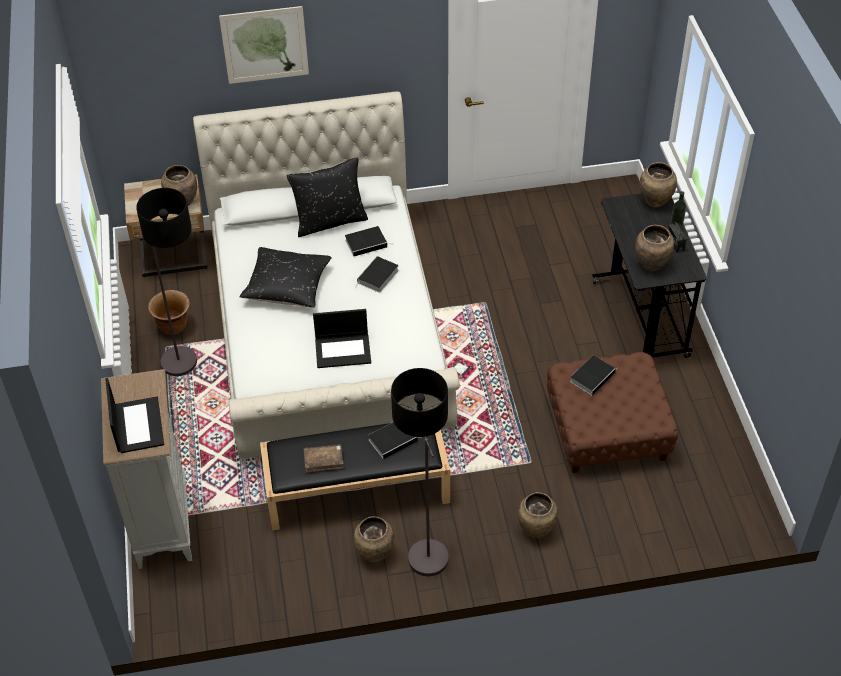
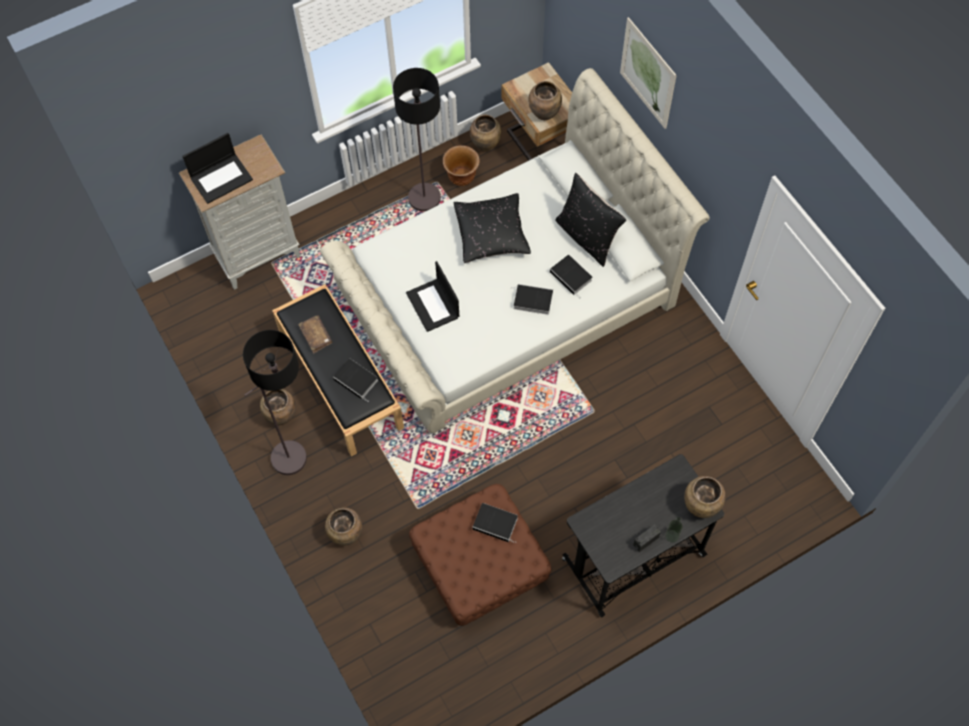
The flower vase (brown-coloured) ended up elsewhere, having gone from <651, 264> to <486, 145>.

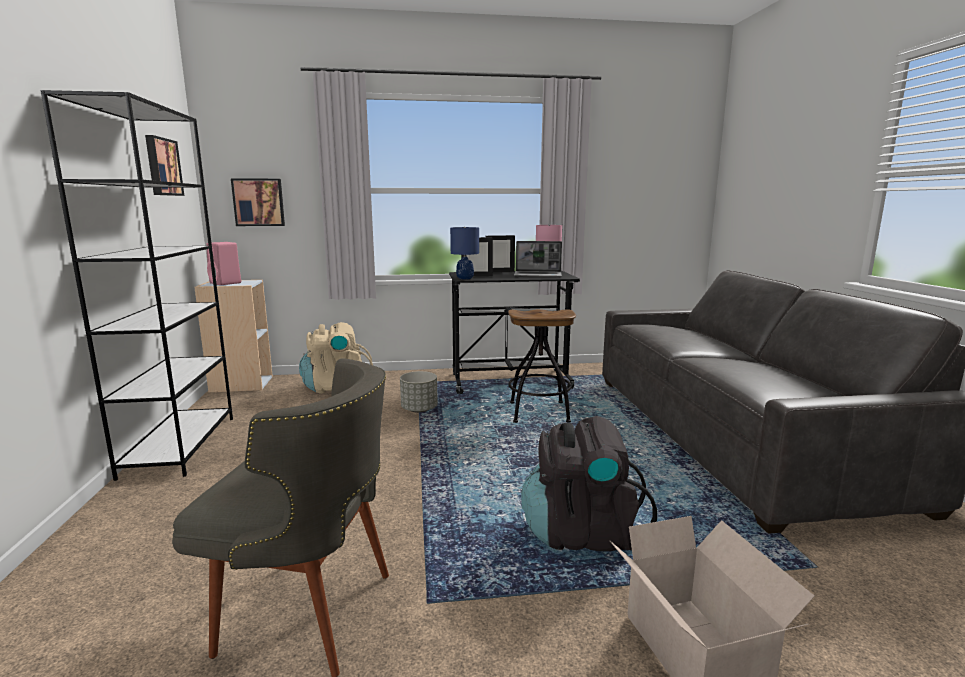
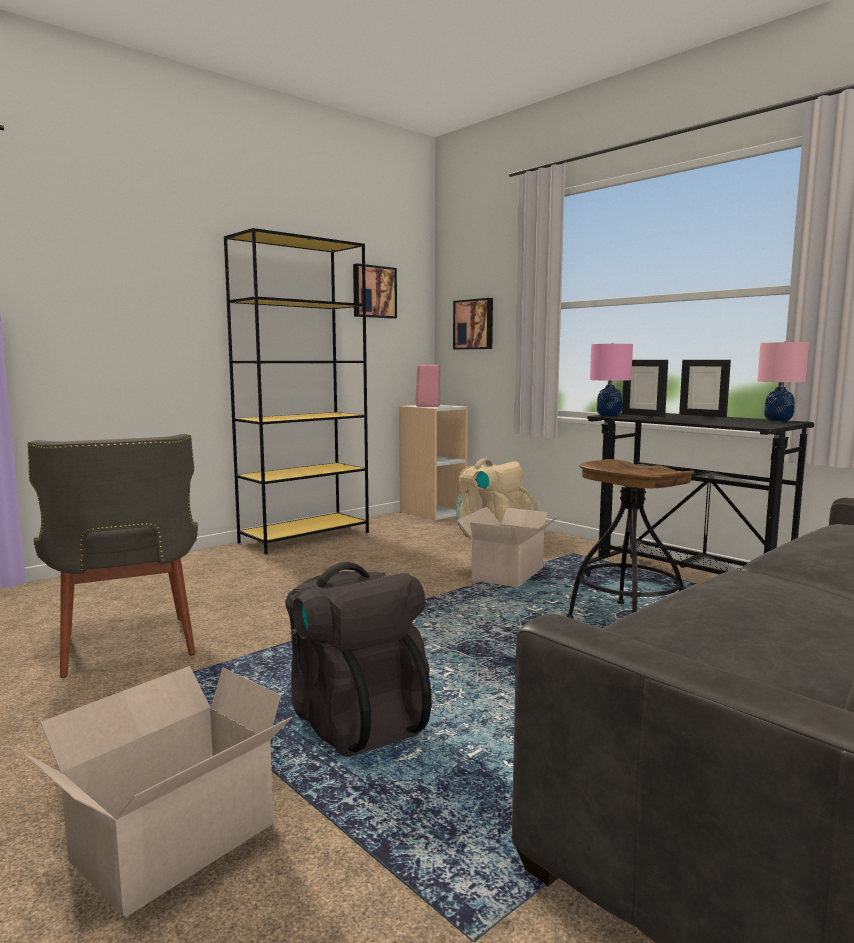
The second view lost the notebook computer at <538, 275>. Where the plant pot (gray) stood at <419, 409>, the cardboard box came to stand at <509, 574>. What was the bookcase (white) at <180, 445> turned into the bookcase (yellow) at <305, 537>. What was the lamp for a table (blue-coloured) at <465, 279> turned into the lamp for a table (pink) at <608, 416>.

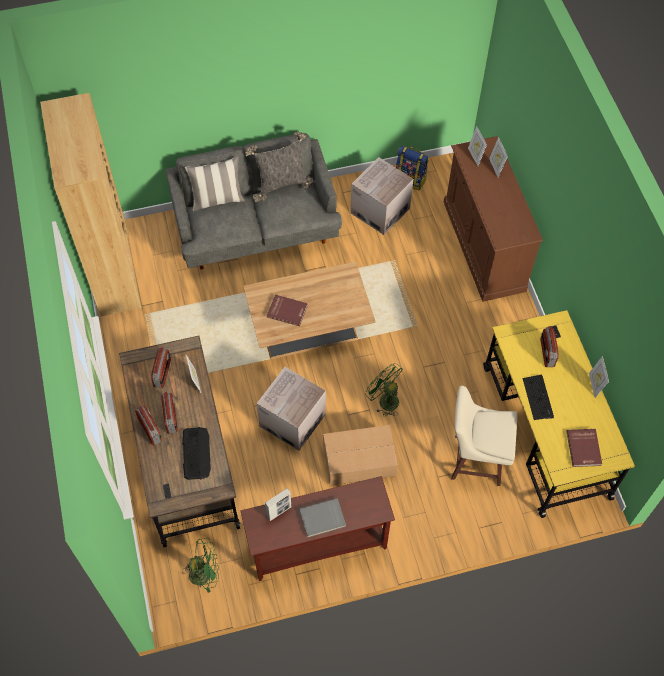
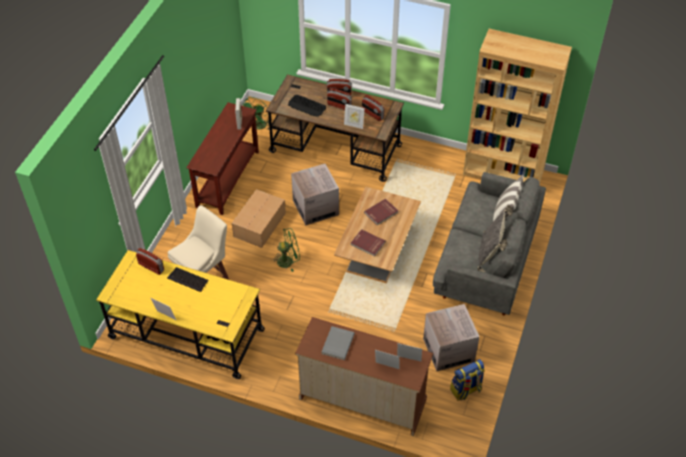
The bound book (gray) ended up elsewhere, having gone from <322, 519> to <337, 343>. The radio set ended up elsewhere, having gone from <546, 353> to <151, 267>. The bound book (red-coloured) ended up elsewhere, having gone from <584, 448> to <367, 244>.

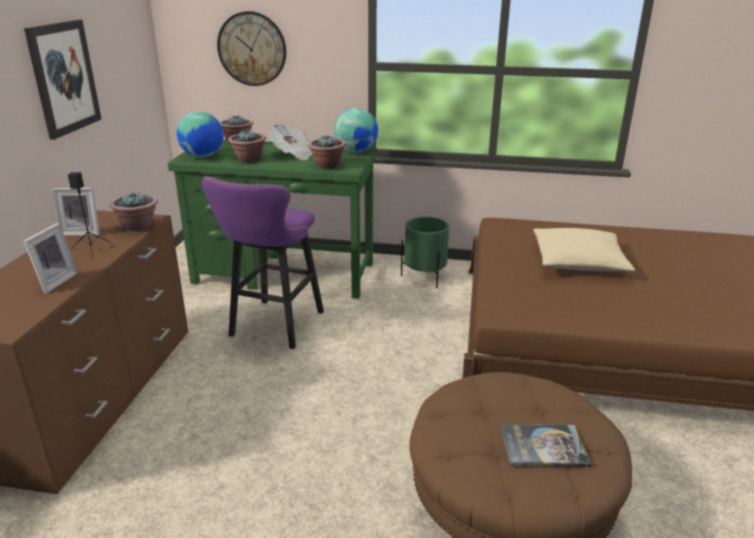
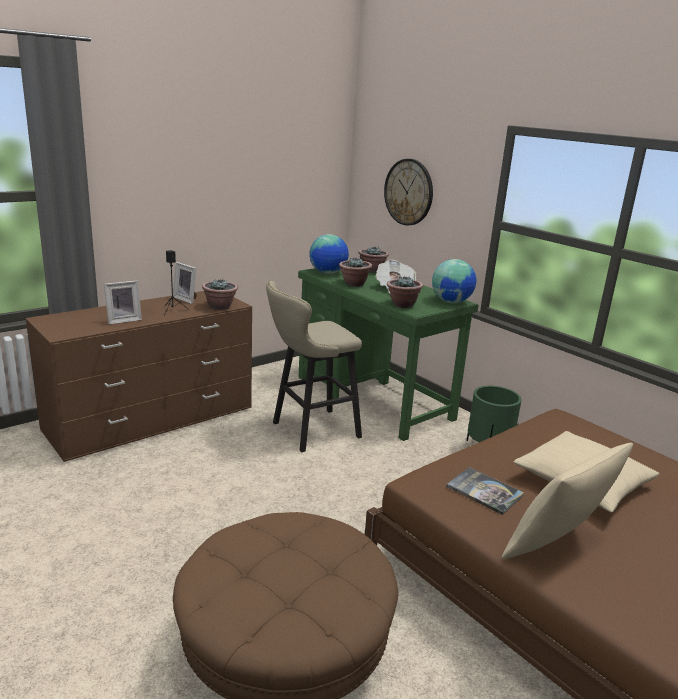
The second view lost the wall art at <64, 78>. The second view gained the pillow (sand-coloured) at <556, 547>. The bound book ended up elsewhere, having gone from <543, 446> to <484, 491>. What was the stool (purple-coloured) at <272, 329> turned into the stool (sand-coloured) at <307, 432>.

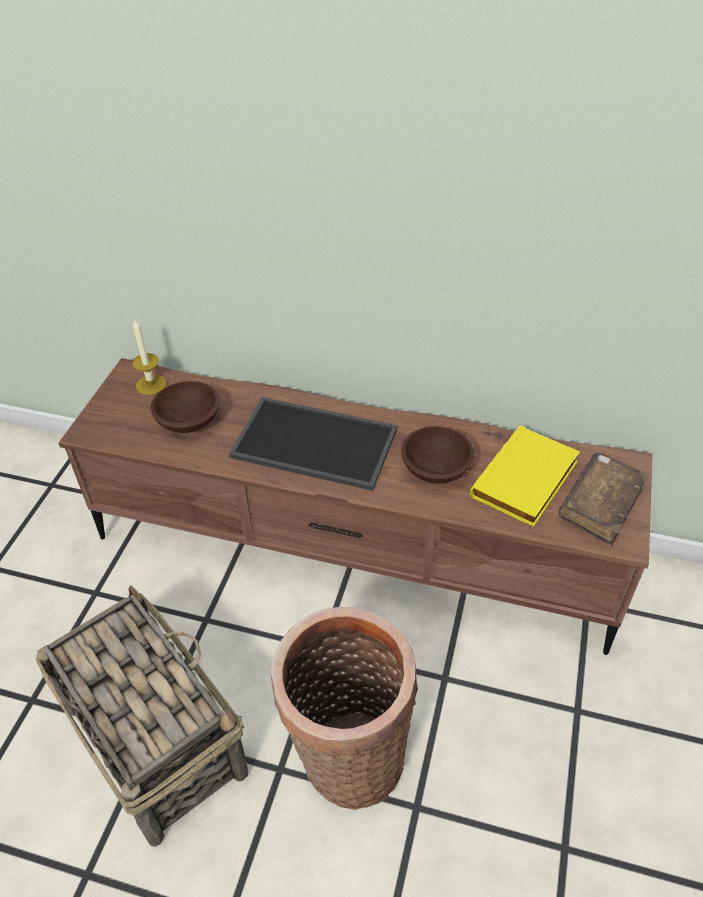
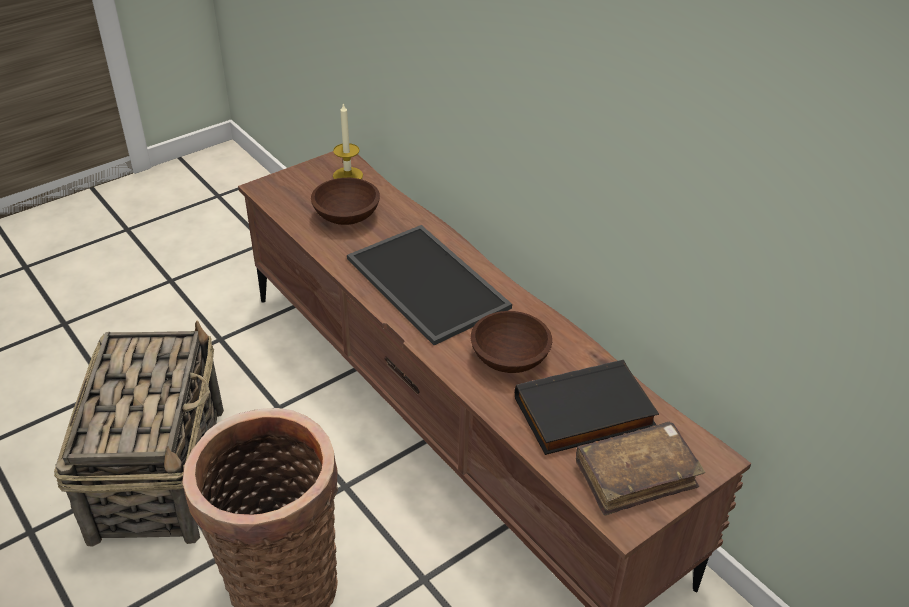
What was the bound book (yellow) at <526, 481> turned into the bound book (black) at <584, 414>.

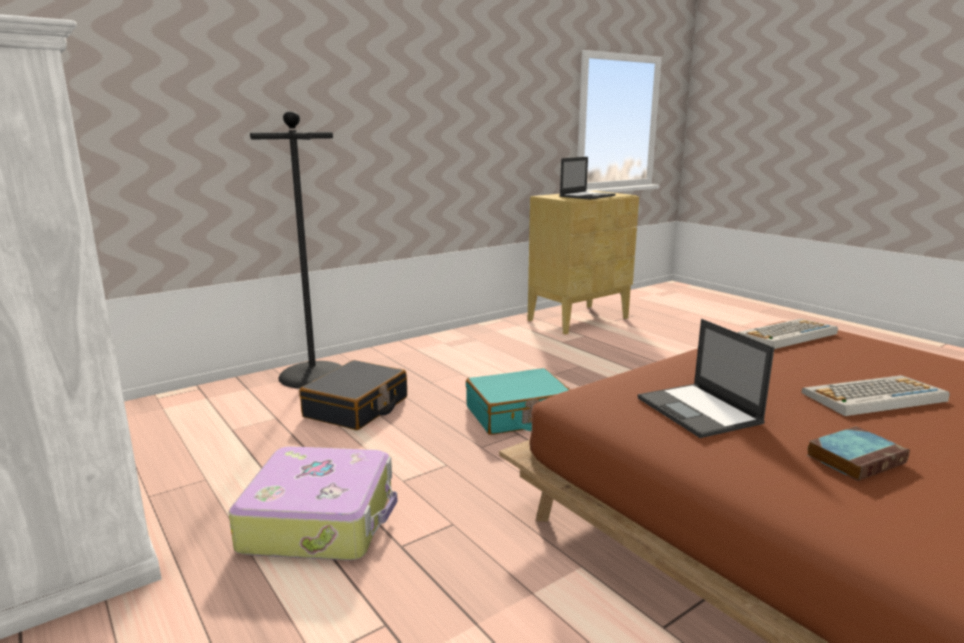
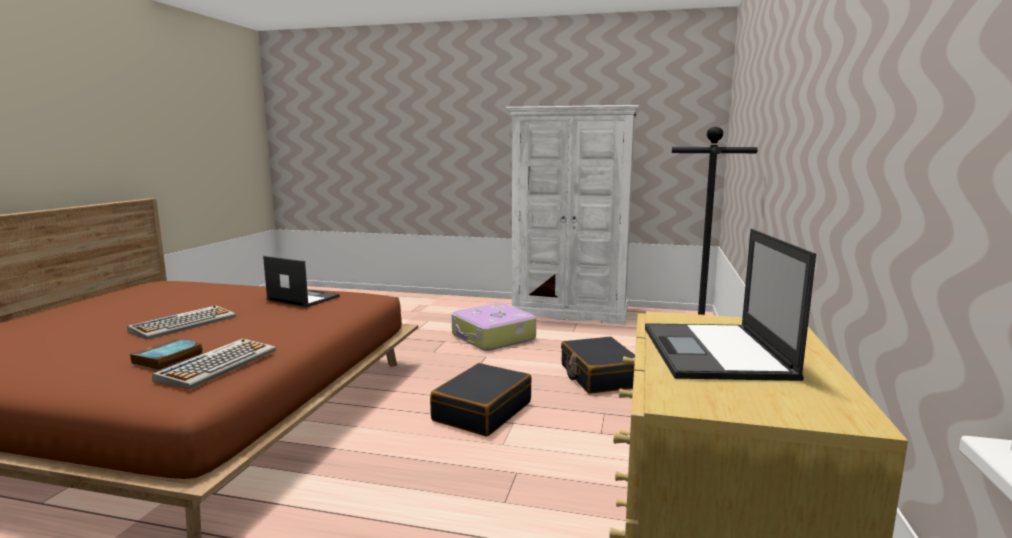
The bound book ended up elsewhere, having gone from <856, 458> to <167, 359>. What was the piece of luggage (blue-green) at <518, 415> turned into the piece of luggage (black) at <482, 411>.

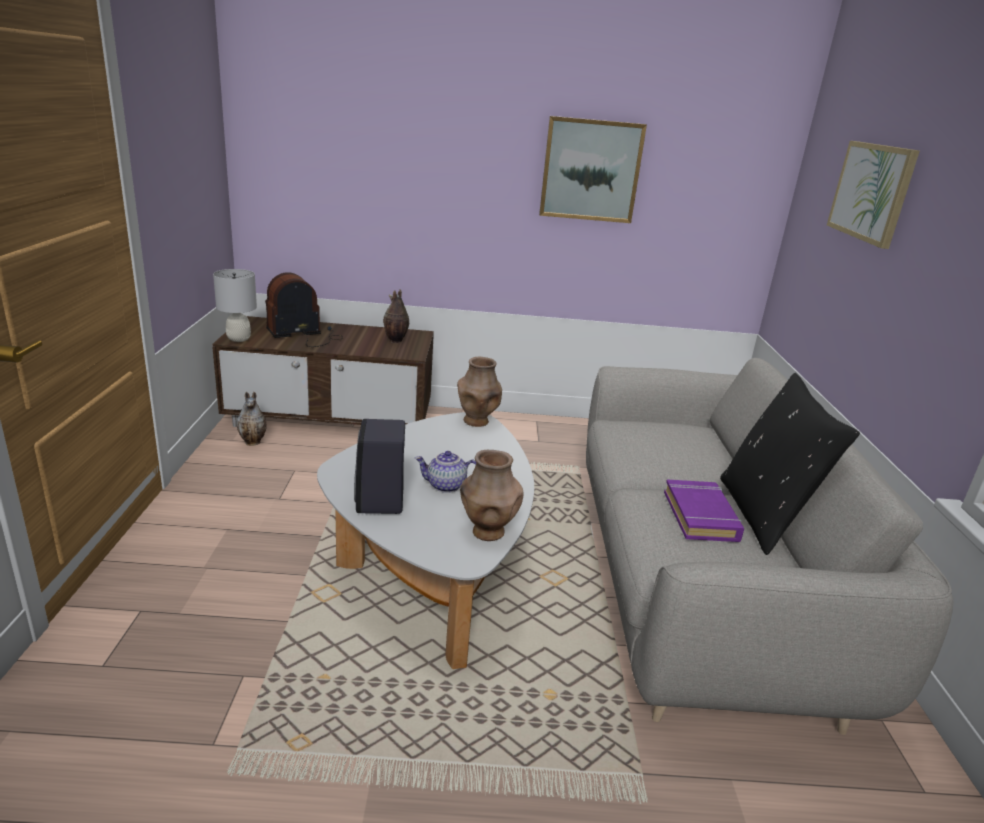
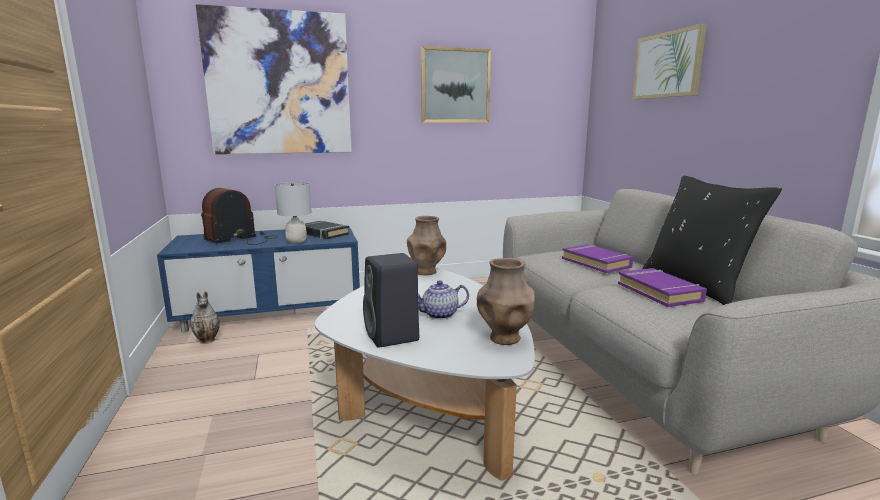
The second view gained the wall art at <279, 84>. The second view gained the bound book (purple-coloured) at <596, 263>. The lamp for a table (gray) ended up elsewhere, having gone from <240, 340> to <297, 242>. Where the flower vase stood at <395, 341>, the bound book (black) came to stand at <323, 234>. What was the tv unit (brown-coloured) at <332, 417> turned into the tv unit (blue-coloured) at <272, 310>.

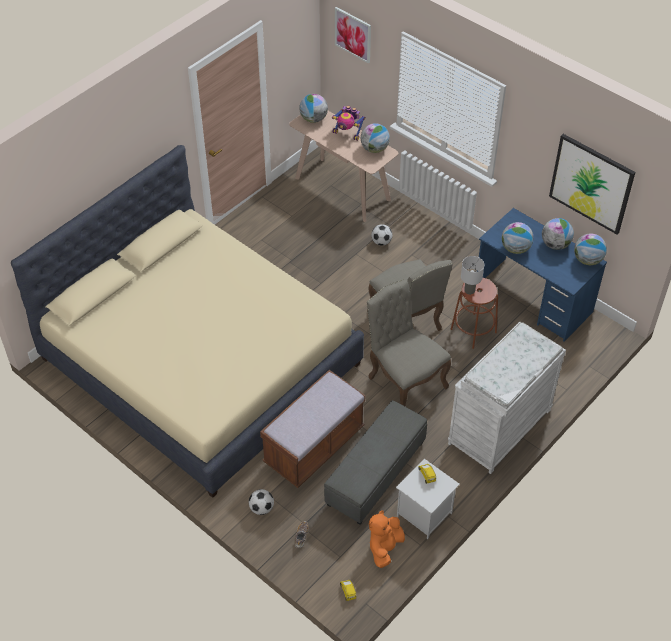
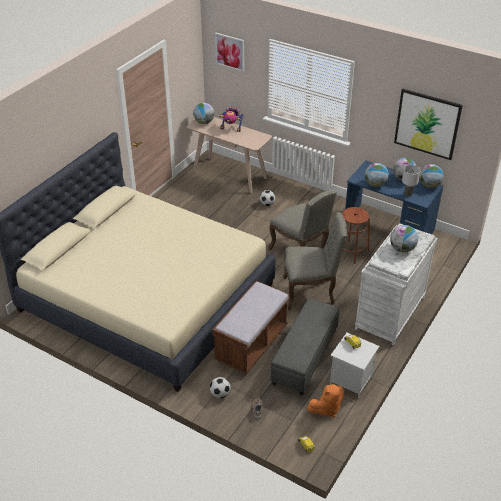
The globe ended up elsewhere, having gone from <374, 149> to <402, 249>. The lamp for a table (white) ended up elsewhere, having gone from <469, 291> to <408, 194>. The upright chair (gray) at <404, 383> ended up facing another way, 135 degrees clockwise from before. The cuddly toy (orangey) at <384, 547> ended up facing another way, 135 degrees counterclockwise from before.

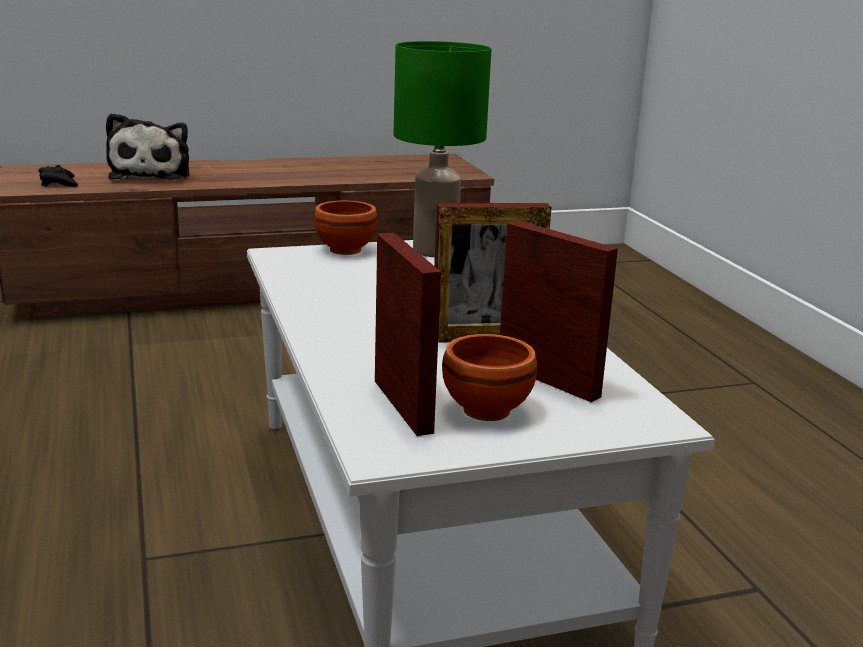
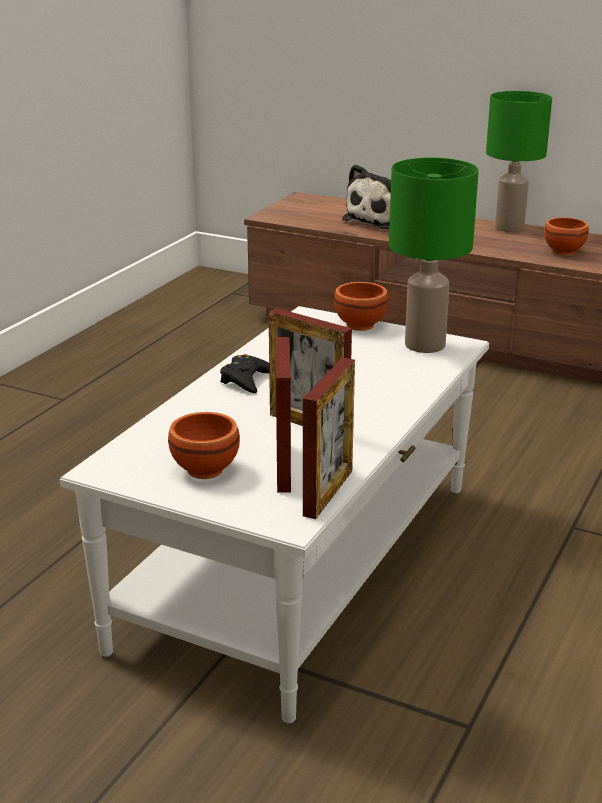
The second view gained the lamp for a table (greenish) at <508, 228>. The second view gained the bowl (brown-coloured) at <565, 251>. The joypad (black) ended up elsewhere, having gone from <58, 183> to <246, 379>. The photo frame ended up elsewhere, having gone from <402, 406> to <328, 492>.

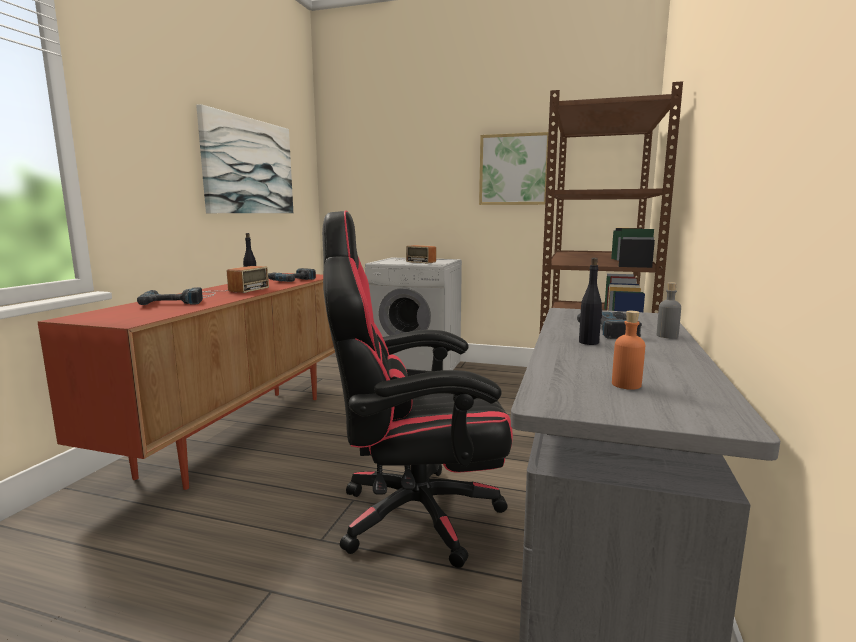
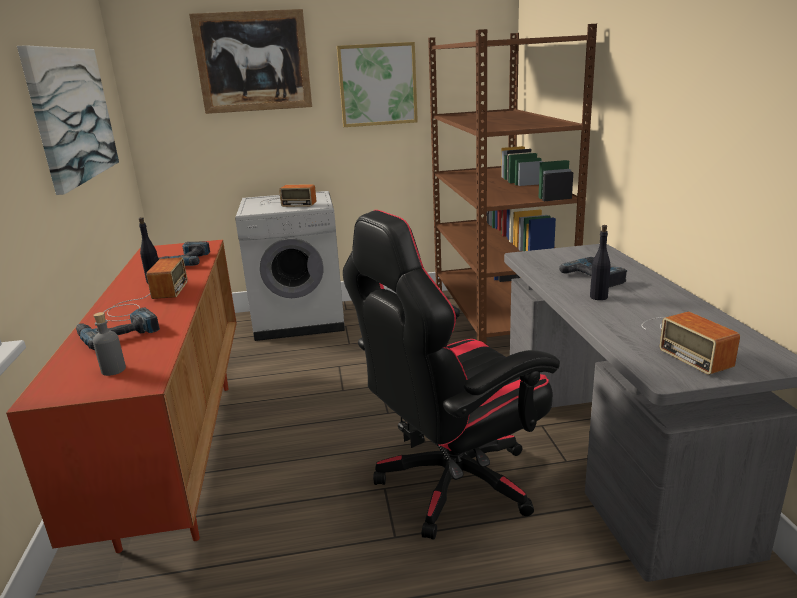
The second view gained the wall art at <253, 62>. The bottle (gray) ended up elsewhere, having gone from <667, 336> to <113, 370>. Where the bottle (orangey) stood at <626, 385>, the radio set came to stand at <685, 341>.

